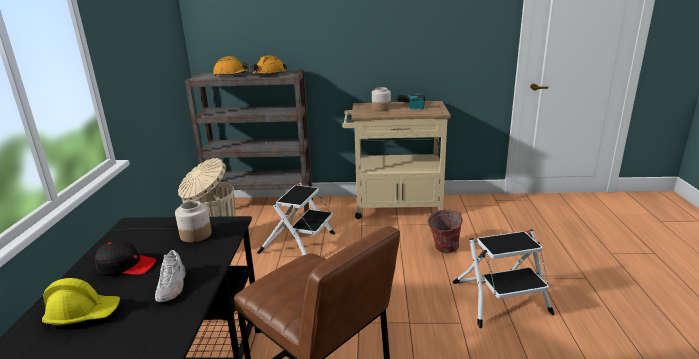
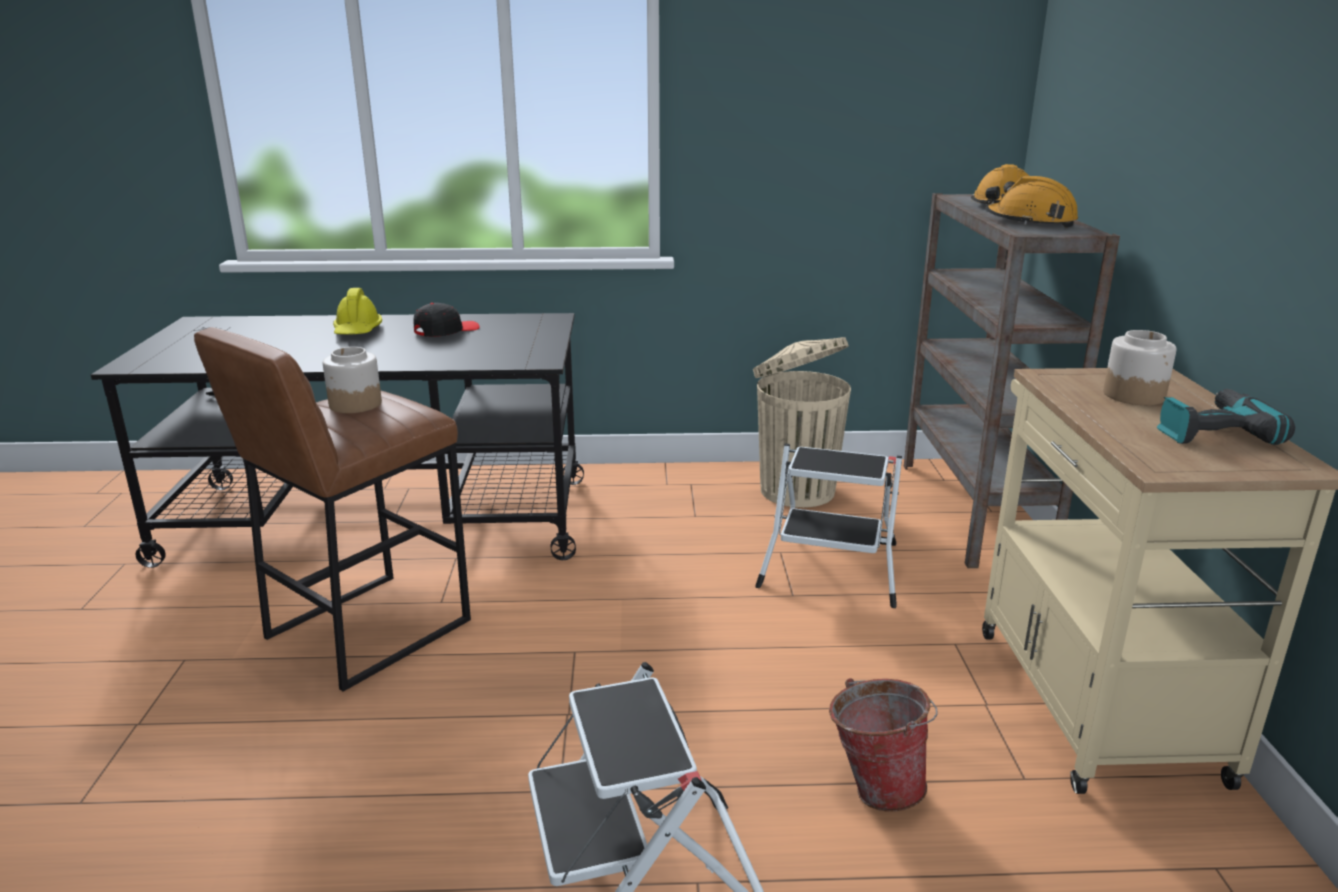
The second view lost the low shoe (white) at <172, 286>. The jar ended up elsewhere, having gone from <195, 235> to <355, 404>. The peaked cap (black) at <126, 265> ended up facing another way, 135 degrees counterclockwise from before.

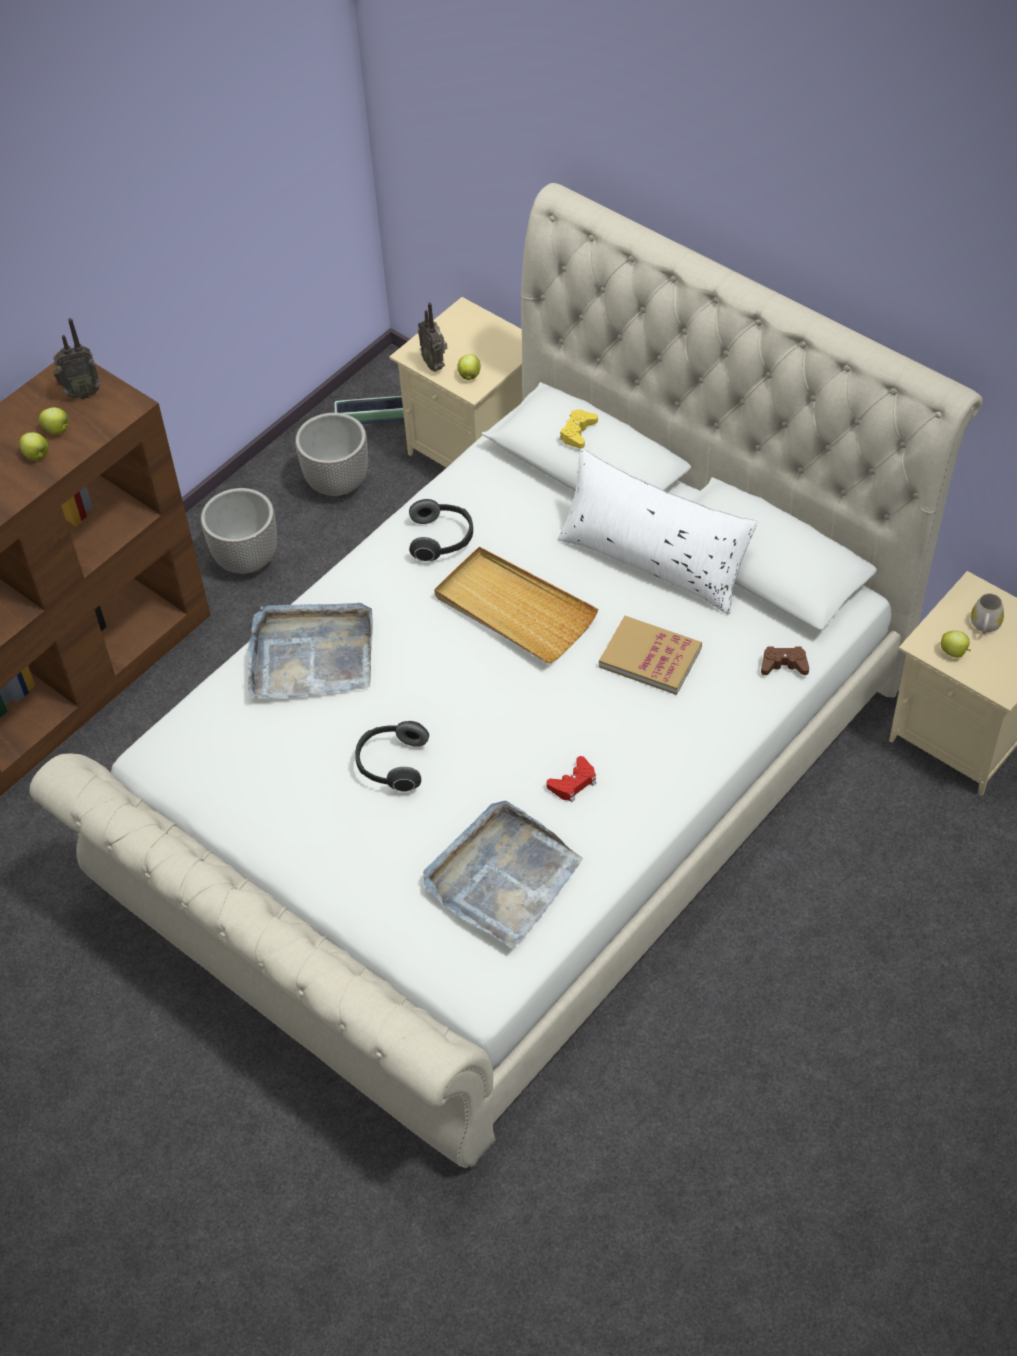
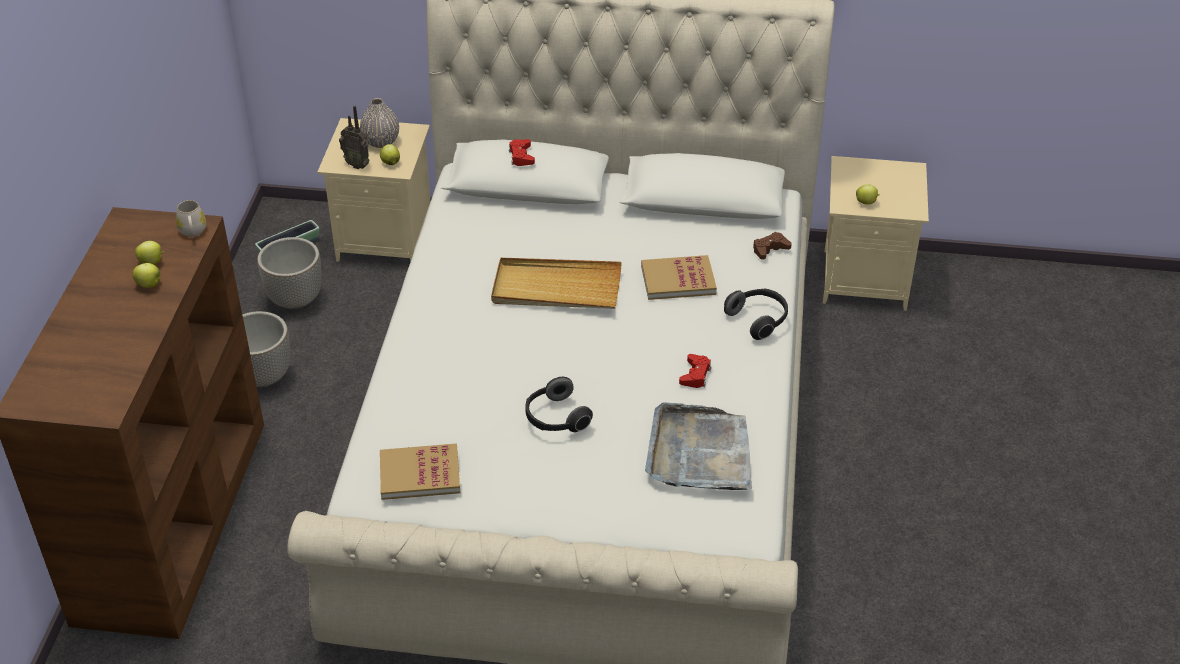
The second view lost the radio set at <81, 393>. The second view lost the tray (gray) at <310, 654>. The second view lost the pillow (white) at <653, 560>. The second view gained the flower vase (gray) at <381, 142>. The second view gained the bound book at <420, 474>. The headphones ended up elsewhere, having gone from <442, 539> to <758, 320>. The coffee mug (white) ended up elsewhere, having gone from <984, 626> to <193, 232>. What was the joypad (yellow) at <578, 432> turned into the joypad (red-coloured) at <521, 156>.

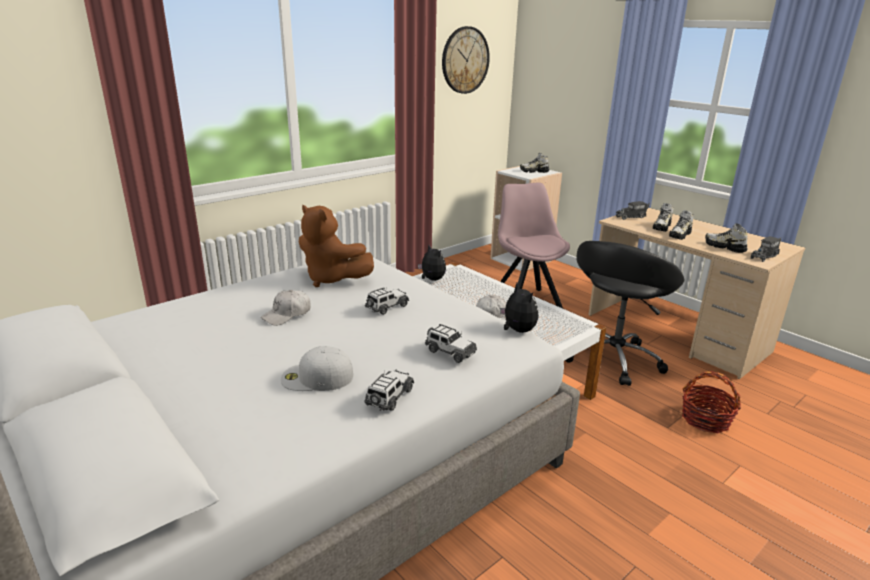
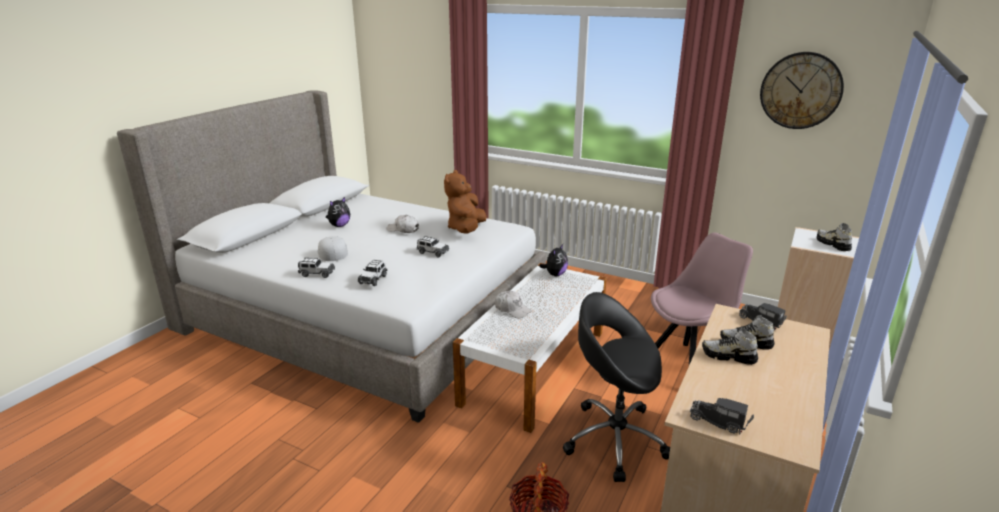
The second view lost the low shoe at <724, 247>. The cuddly toy ended up elsewhere, having gone from <517, 331> to <339, 225>.

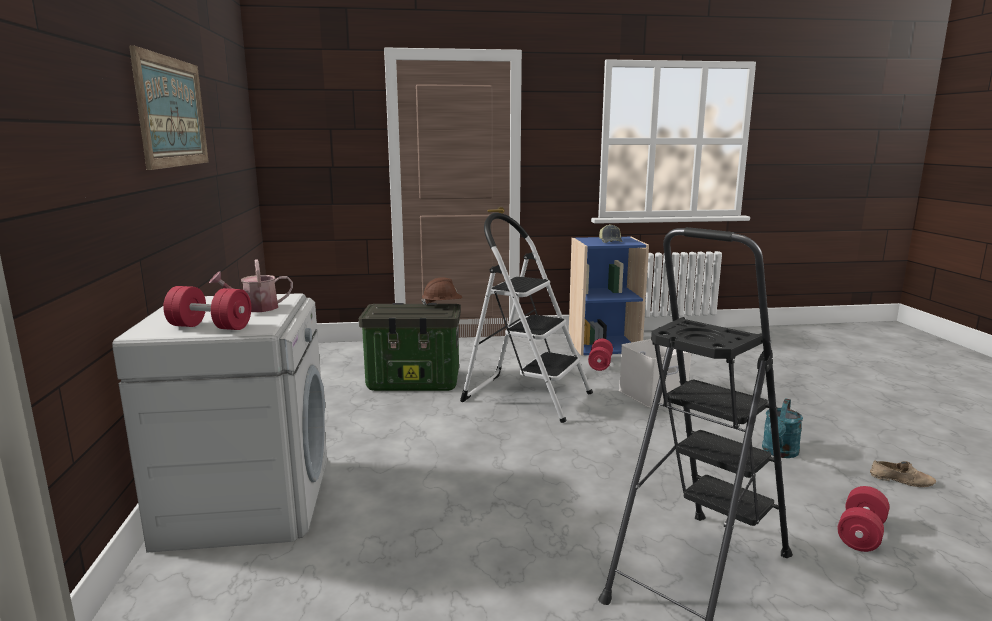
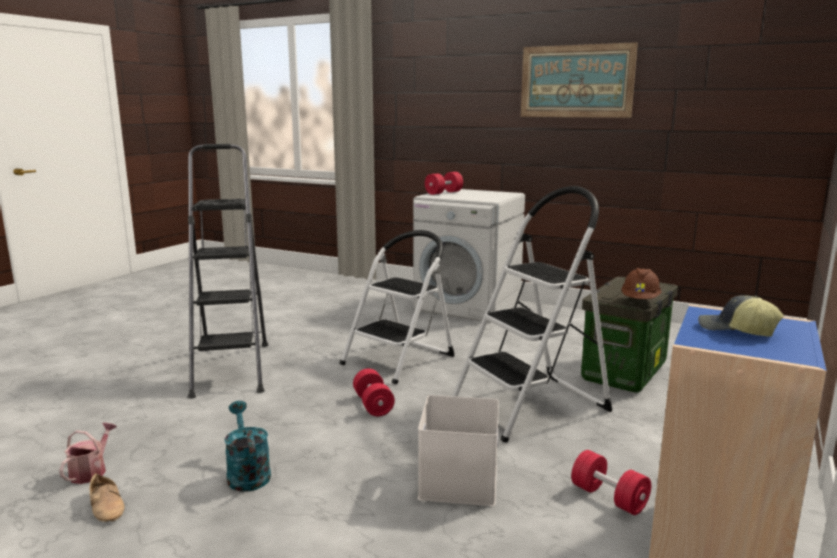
The second view gained the step stool at <401, 359>. The watering can ended up elsewhere, having gone from <255, 308> to <91, 471>. The dumbbell (red-coloured) ended up elsewhere, having gone from <861, 534> to <373, 405>. The low shoe (sand-coloured) at <901, 480> ended up facing another way, 90 degrees counterclockwise from before.

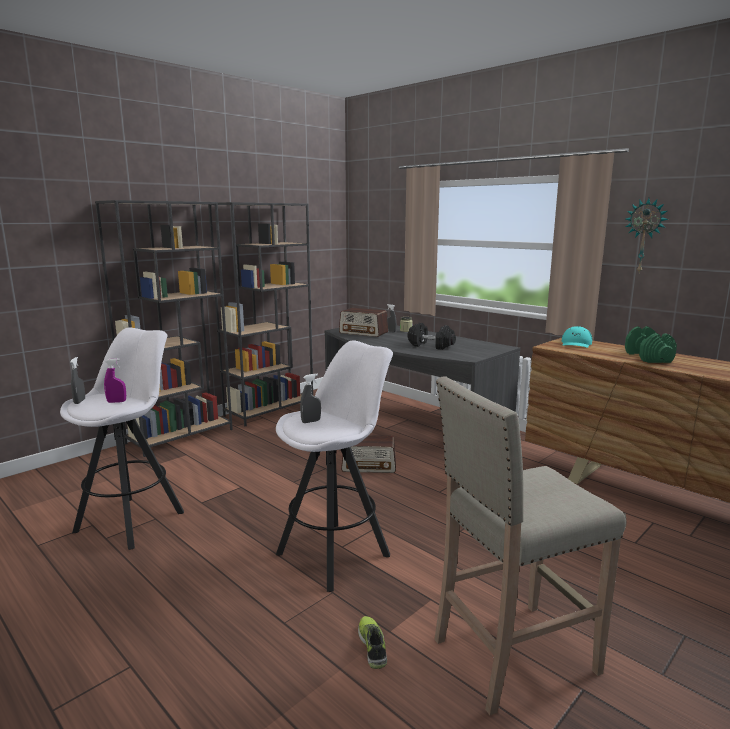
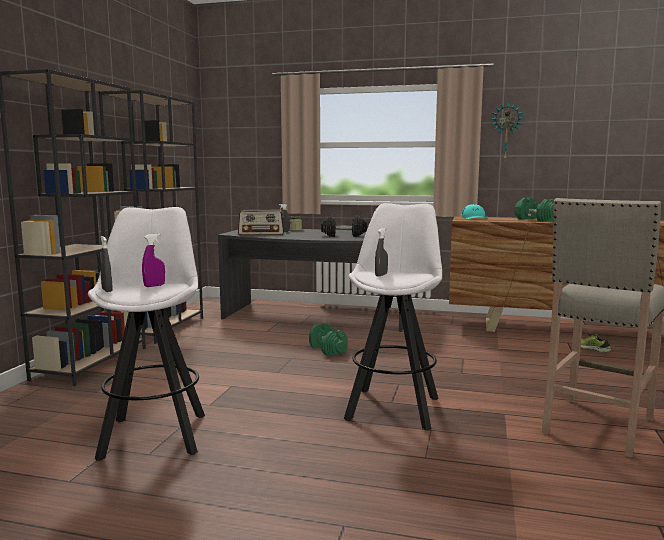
The low shoe ended up elsewhere, having gone from <373, 646> to <591, 348>. Where the radio set stood at <369, 466>, the dumbbell (greenish) came to stand at <328, 349>.

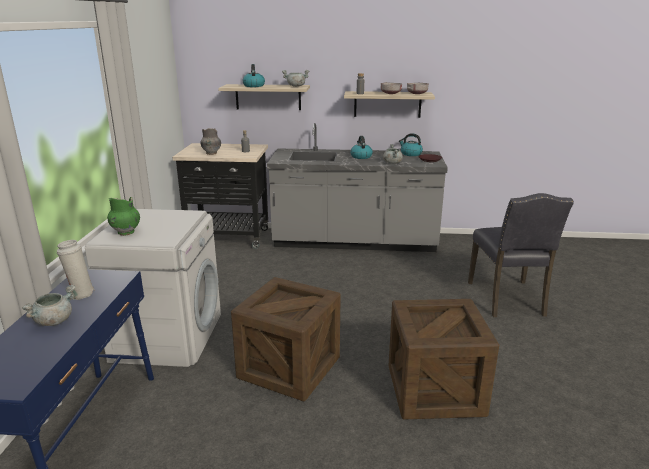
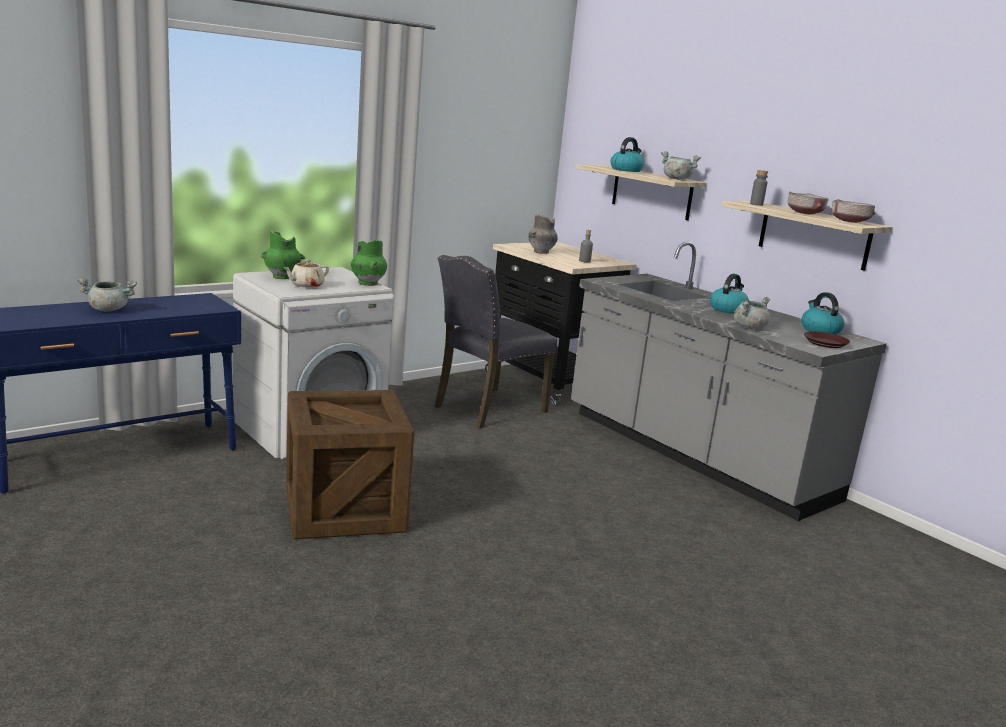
The second view lost the flower vase (white) at <80, 294>. The second view lost the shipping crate at <435, 390>. The second view gained the teapot (sand-coloured) at <306, 285>. The second view gained the flower vase (greenish) at <368, 283>. The upright chair (gray) ended up elsewhere, having gone from <508, 299> to <487, 409>.

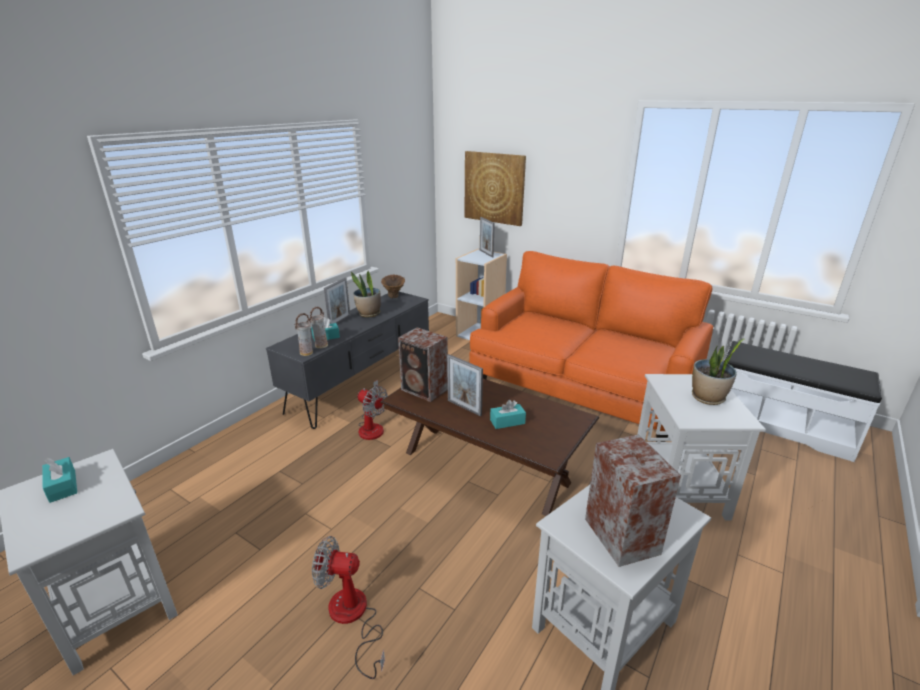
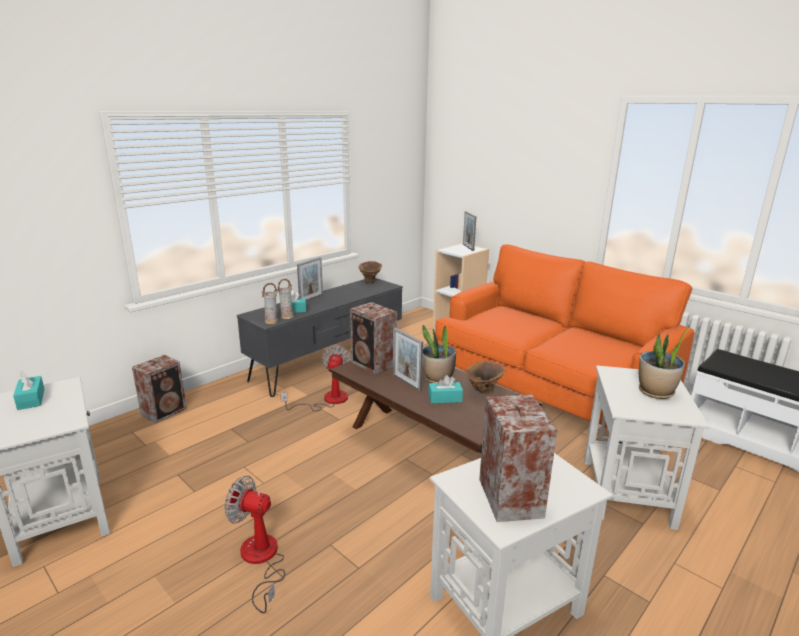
The second view lost the wall art at <494, 188>. The second view gained the audio speaker at <165, 411>. The second view gained the flower vase (brown-coloured) at <483, 391>. The plant in a pot ended up elsewhere, having gone from <369, 314> to <438, 379>. The fan at <372, 426> ended up facing another way, 135 degrees counterclockwise from before.

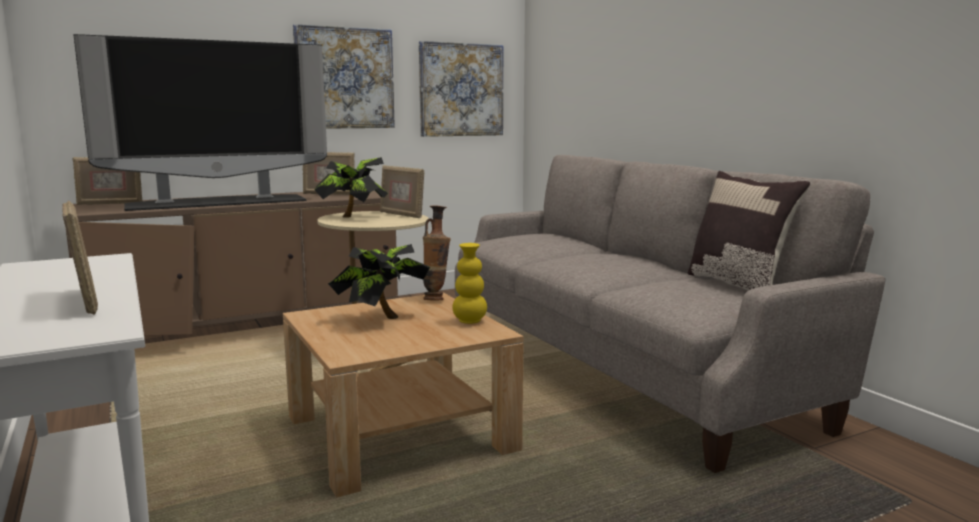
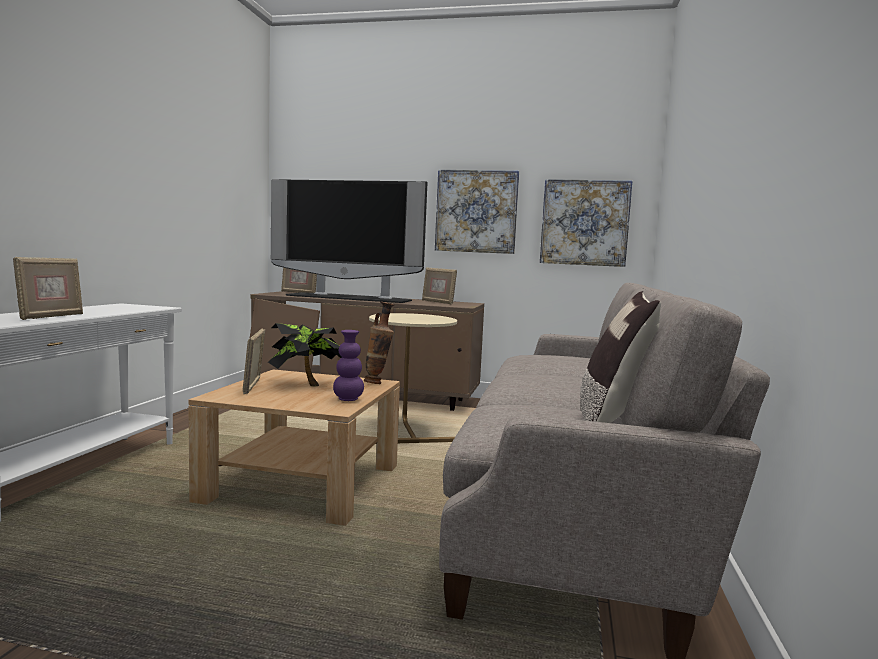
The second view lost the plant in a pot at <353, 217>. The photo frame ended up elsewhere, having gone from <401, 215> to <254, 386>. What was the flower vase (yellow) at <469, 321> turned into the flower vase (purple-coloured) at <348, 399>.

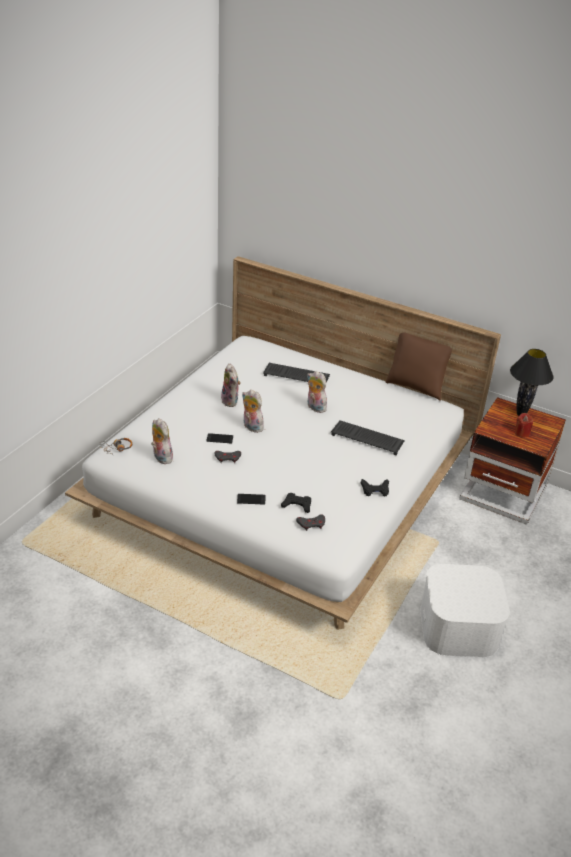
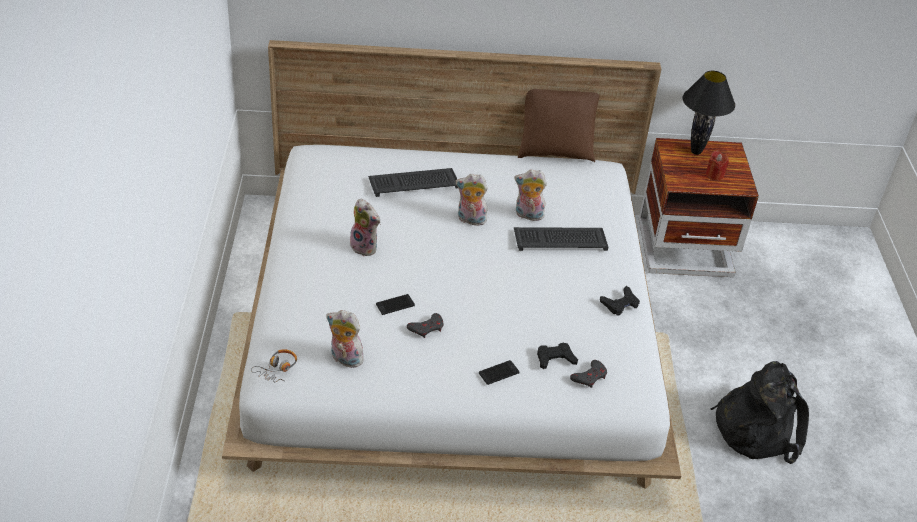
The cuddly toy ended up elsewhere, having gone from <251, 427> to <528, 215>. Where the storage bin (white) stood at <458, 627>, the backpack (black) came to stand at <757, 428>.

